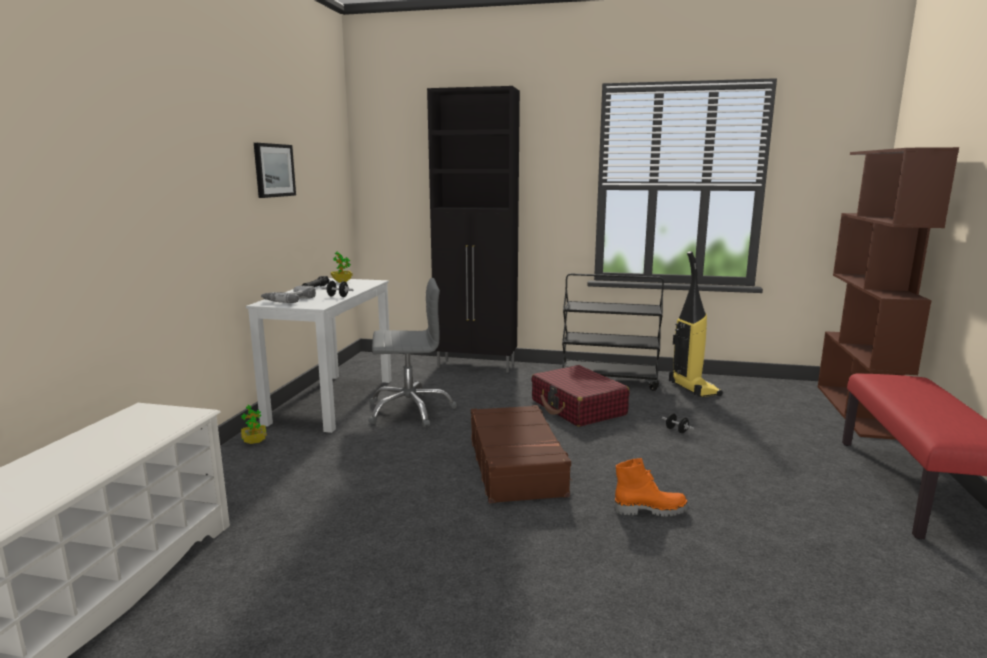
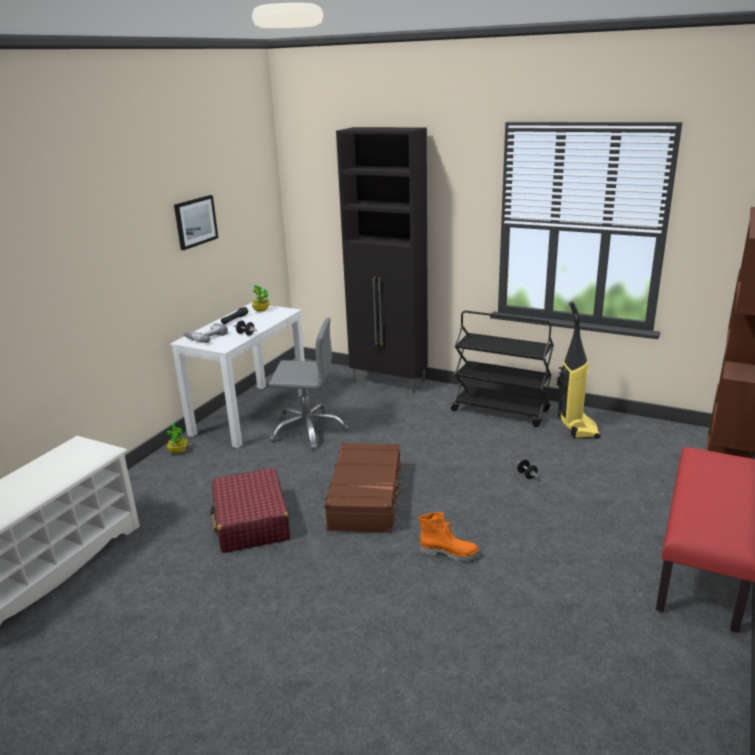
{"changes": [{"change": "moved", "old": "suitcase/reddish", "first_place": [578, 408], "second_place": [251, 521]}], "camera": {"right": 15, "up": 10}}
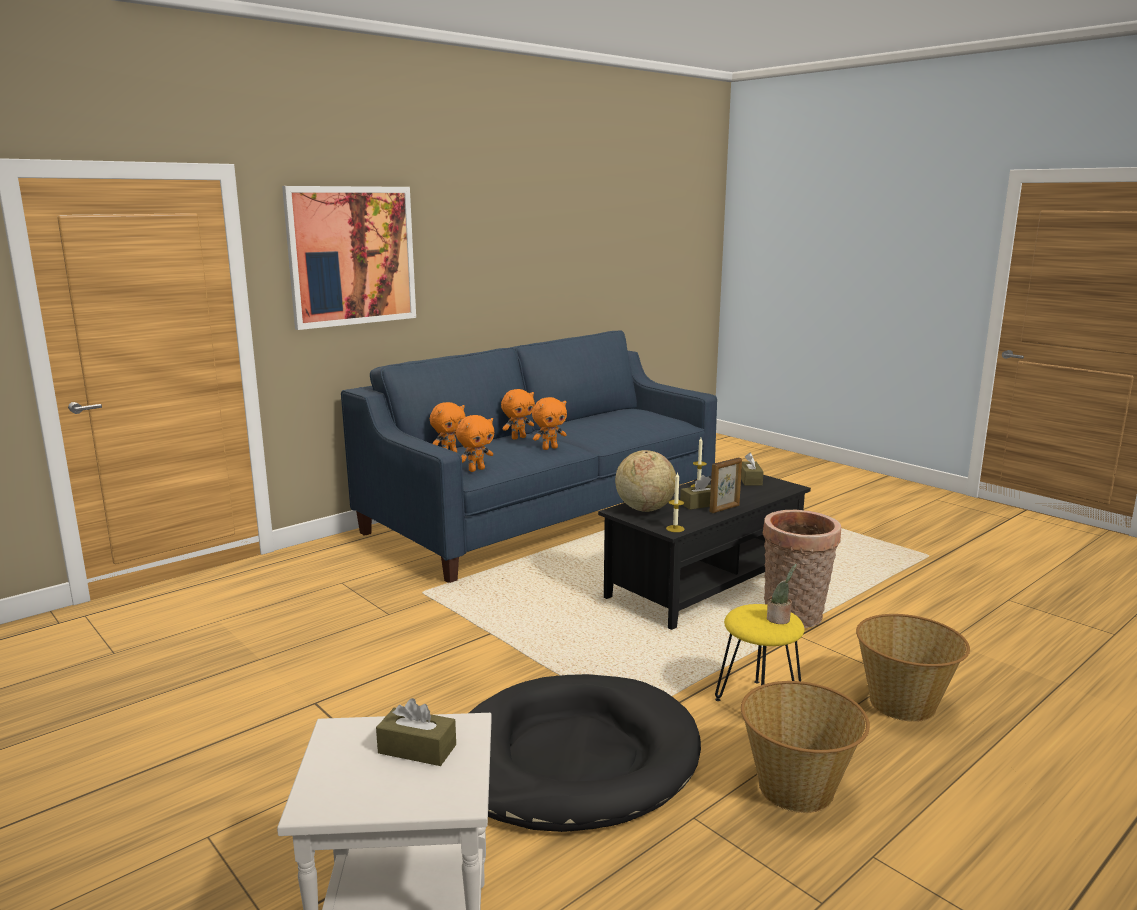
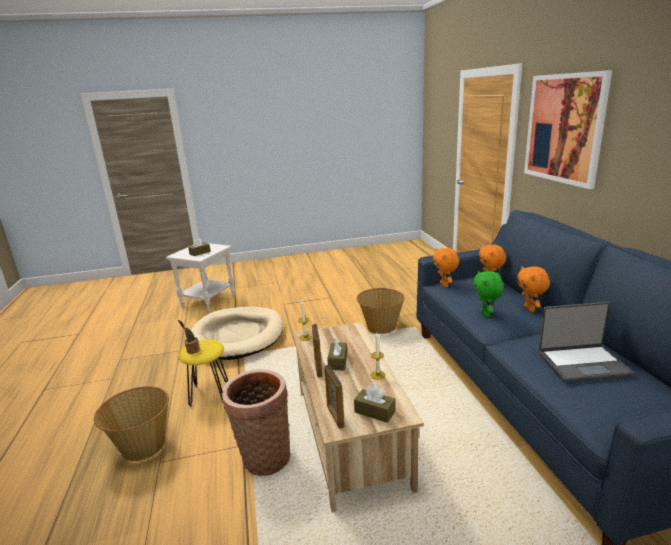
{"changes": [{"change": "recoloured", "old": "pet bed/black", "new": "pet bed/beige-coloured", "first_place": [572, 759], "second_place": [237, 336]}, {"change": "recoloured", "old": "cuddly toy/orange-coloured", "new": "cuddly toy/greenish", "first_place": [549, 448], "second_place": [486, 314]}, {"change": "recoloured", "old": "coffee table/black", "new": "coffee table/beige-coloured", "first_place": [704, 584], "second_place": [351, 436]}, {"change": "removed", "old": "world globe", "first_place": [644, 509]}, {"change": "moved", "old": "household basket", "first_place": [797, 789], "second_place": [380, 327]}, {"change": "added", "new": "picture frame", "second_place": [335, 417]}, {"change": "added", "new": "portable computer", "second_place": [582, 363]}], "camera": {"right": 120, "up": 5}}
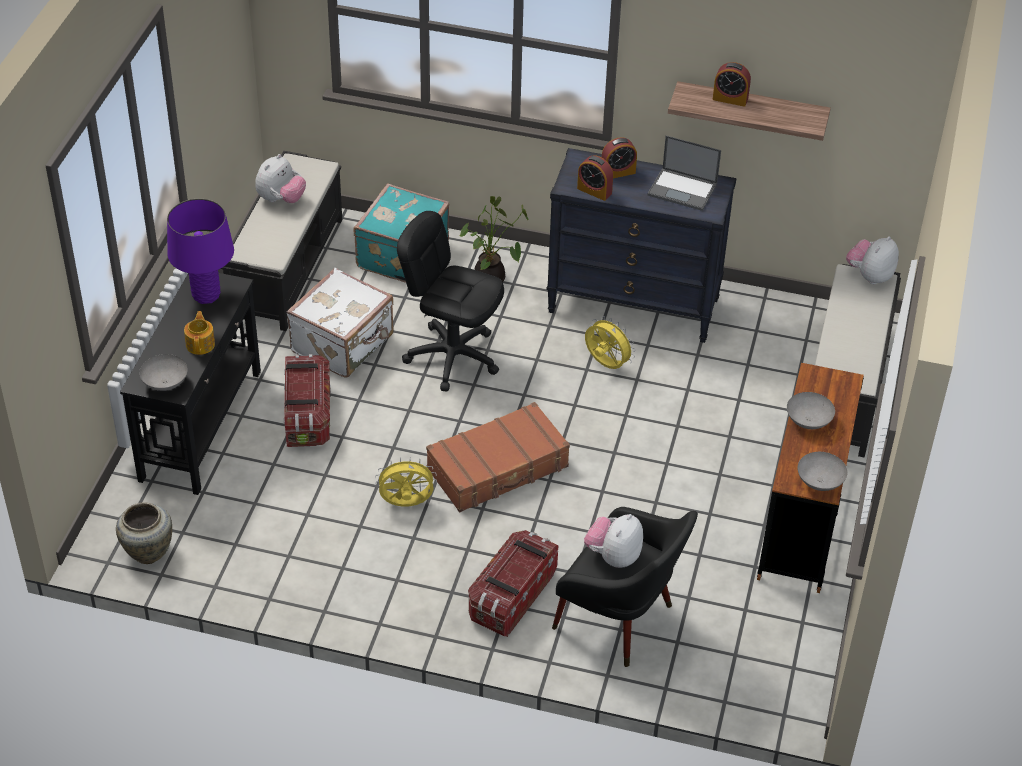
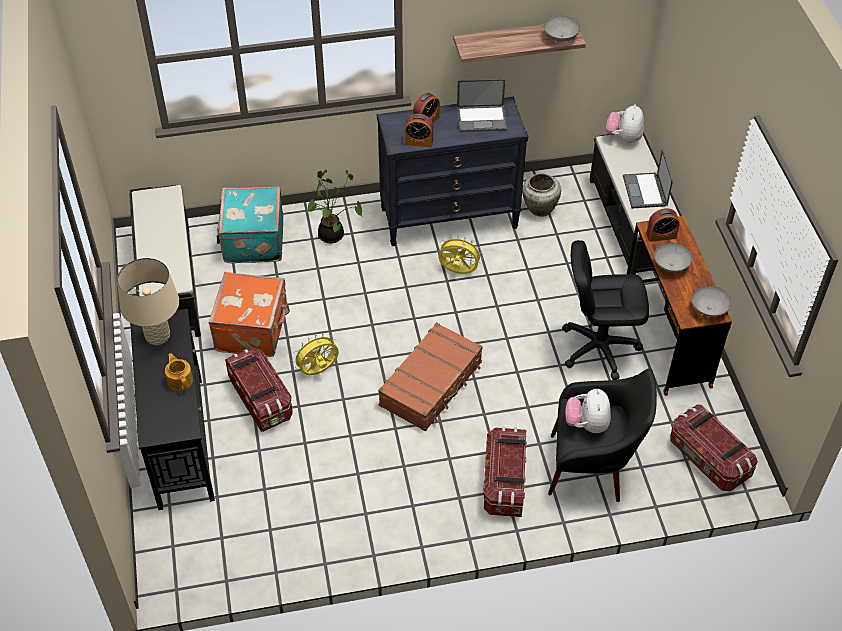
{"changes": [{"change": "moved", "old": "vase/beige-coloured", "first_place": [148, 550], "second_place": [539, 208]}, {"change": "moved", "old": "bowl/grey", "first_place": [165, 384], "second_place": [561, 38]}, {"change": "recoloured", "old": "table lamp/purplish", "new": "table lamp/beige-coloured", "first_place": [206, 295], "second_place": [158, 336]}, {"change": "removed", "old": "cuddly toy", "first_place": [281, 199]}, {"change": "recoloured", "old": "suitcase/white", "new": "suitcase/orange-coloured", "first_place": [344, 344], "second_place": [253, 329]}, {"change": "moved", "old": "fan/yellow-coloured", "first_place": [406, 504], "second_place": [318, 371]}, {"change": "moved", "old": "office chair/black", "first_place": [453, 356], "second_place": [599, 347]}, {"change": "moved", "old": "table clock", "first_place": [730, 99], "second_place": [661, 235]}, {"change": "added", "new": "portable computer", "second_place": [645, 191]}, {"change": "added", "new": "storage box", "second_place": [708, 459]}], "camera": {"right": -25, "up": 5}}
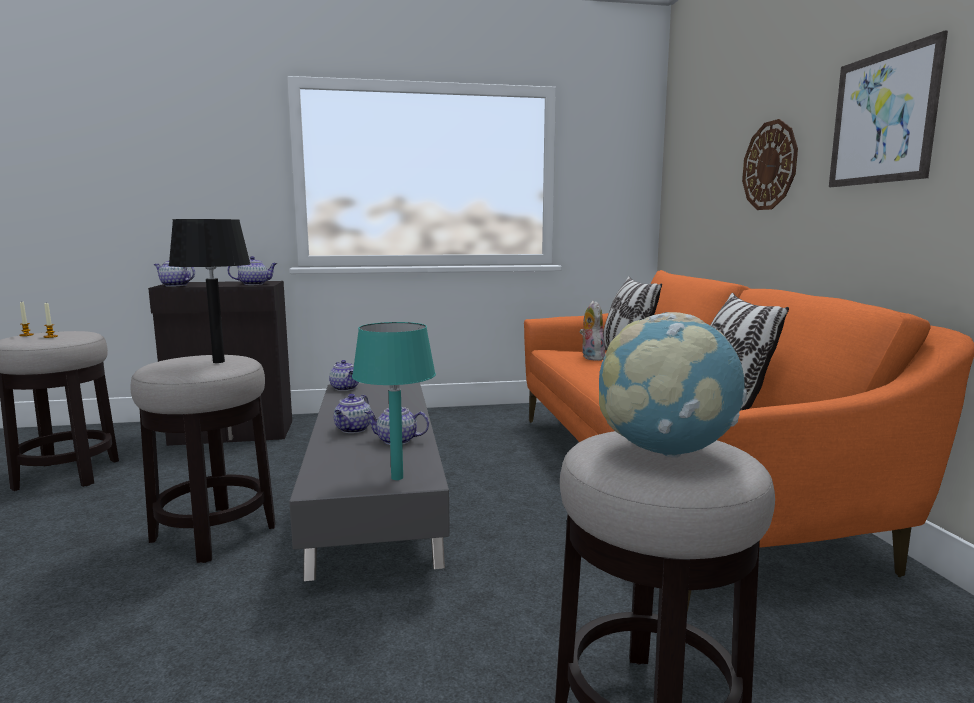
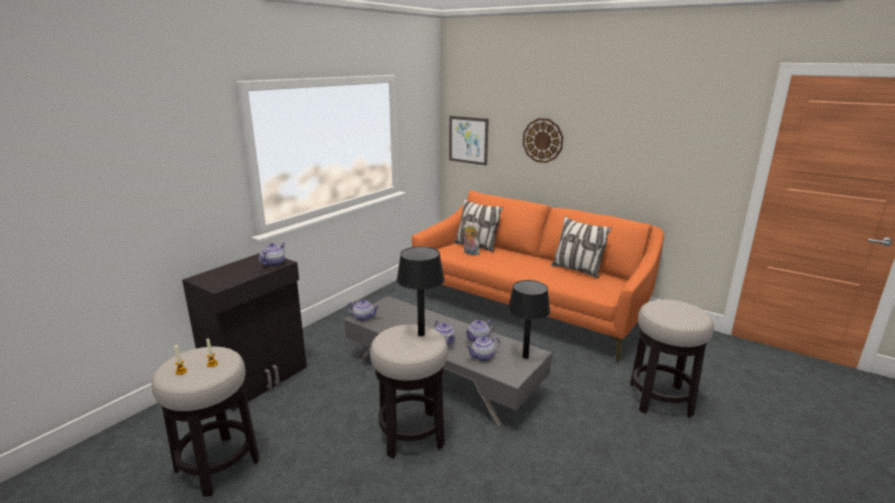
{"changes": [{"change": "moved", "old": "tea pot", "first_place": [175, 285], "second_place": [482, 357]}, {"change": "recoloured", "old": "table lamp/turquoise-coloured", "new": "table lamp/black", "first_place": [396, 477], "second_place": [525, 357]}, {"change": "removed", "old": "world globe", "first_place": [665, 450]}, {"change": "moved", "old": "wall picture", "first_place": [882, 118], "second_place": [468, 140]}], "camera": {"right": -45, "up": 10}}
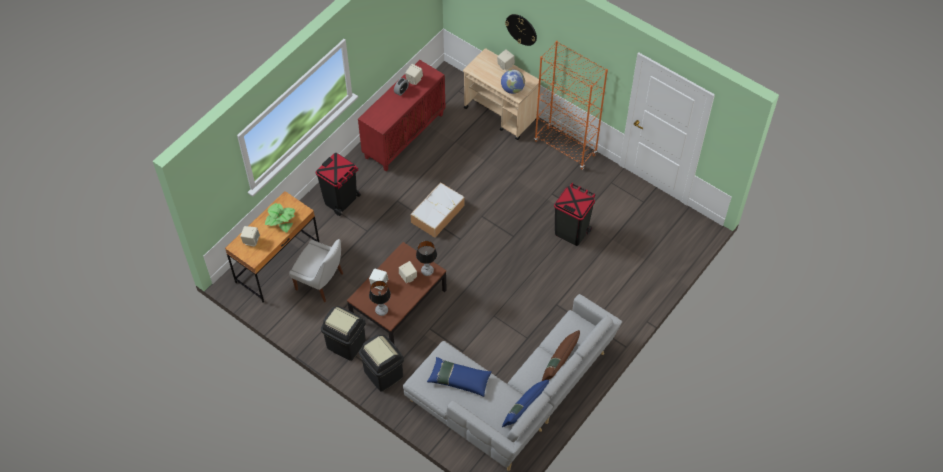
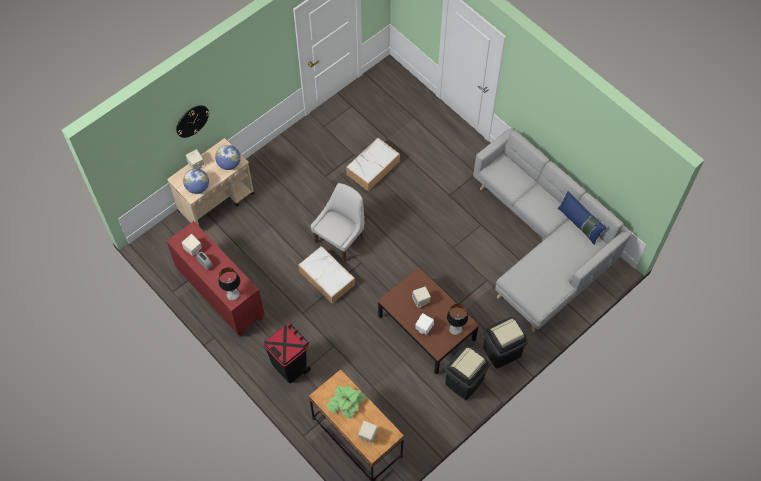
{"changes": [{"change": "moved", "old": "plain chair/white", "first_place": [321, 282], "second_place": [340, 239]}, {"change": "moved", "old": "table lamp", "first_place": [427, 271], "second_place": [233, 295]}, {"change": "removed", "old": "throw pillow/blue-coloured", "first_place": [459, 379]}, {"change": "removed", "old": "shelving unit/orange-coloured", "first_place": [565, 148]}, {"change": "removed", "old": "throw pillow/brown", "first_place": [559, 363]}, {"change": "replaced", "old": "trash can/black", "new": "storage box", "first_place": [571, 232], "second_place": [372, 168]}, {"change": "added", "new": "world globe", "second_place": [198, 187]}], "camera": {"right": -80, "up": 5}}
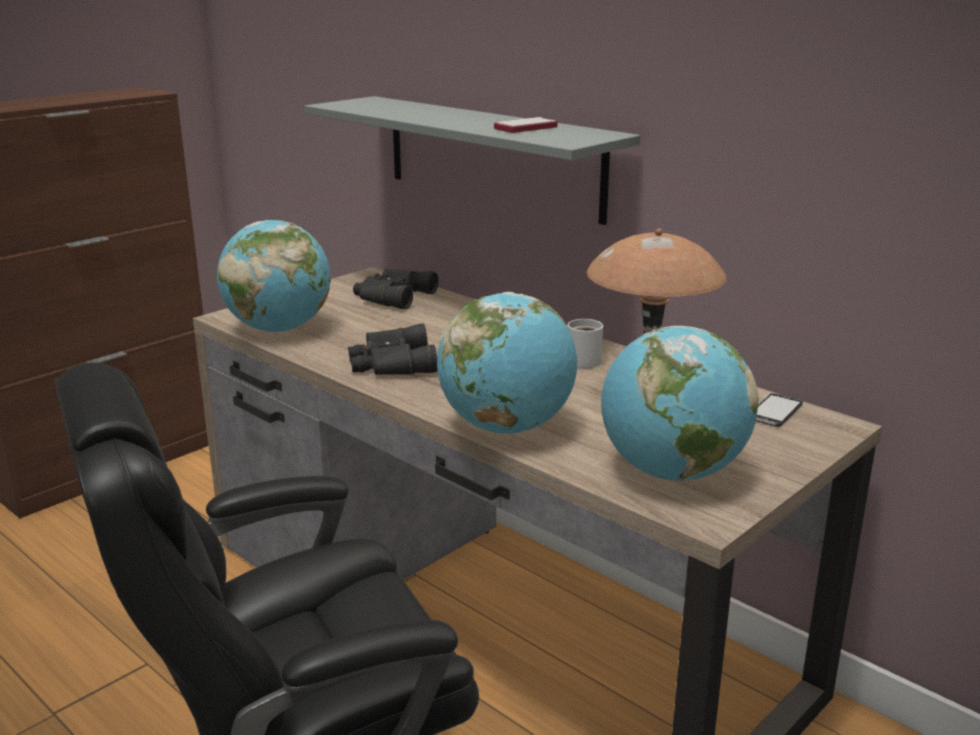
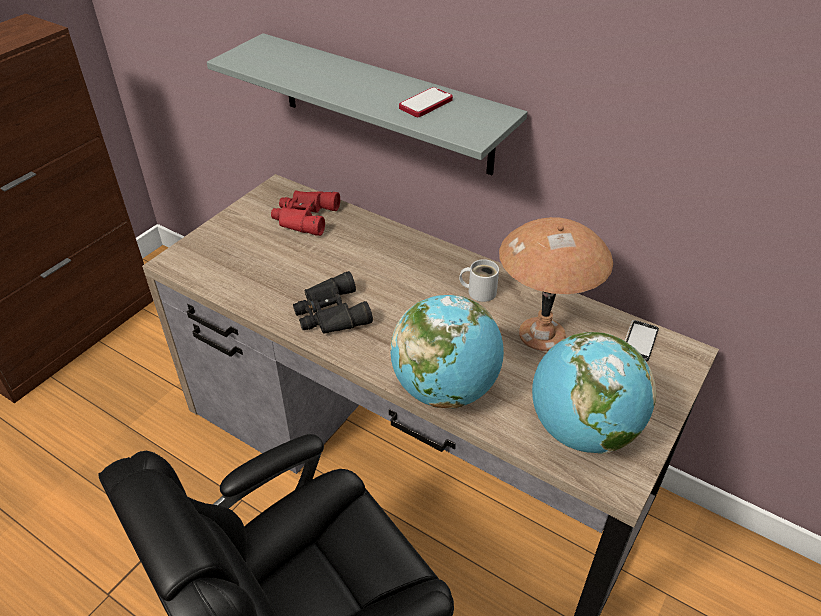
{"changes": [{"change": "removed", "old": "world globe", "first_place": [279, 329]}, {"change": "recoloured", "old": "binoculars/black", "new": "binoculars/reddish", "first_place": [391, 297], "second_place": [303, 217]}], "camera": {"right": -10, "up": 20}}
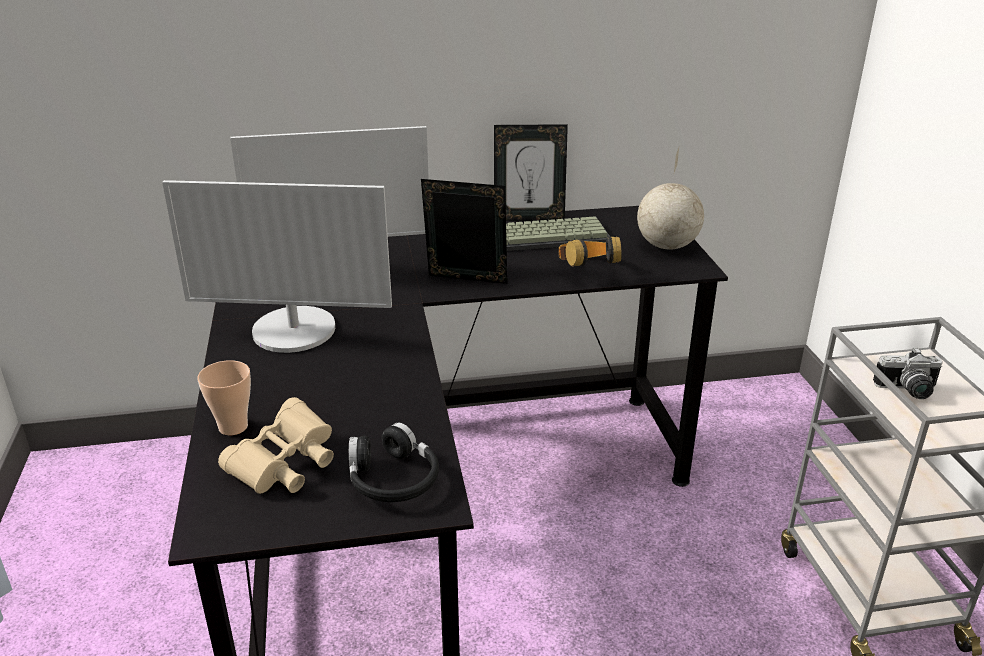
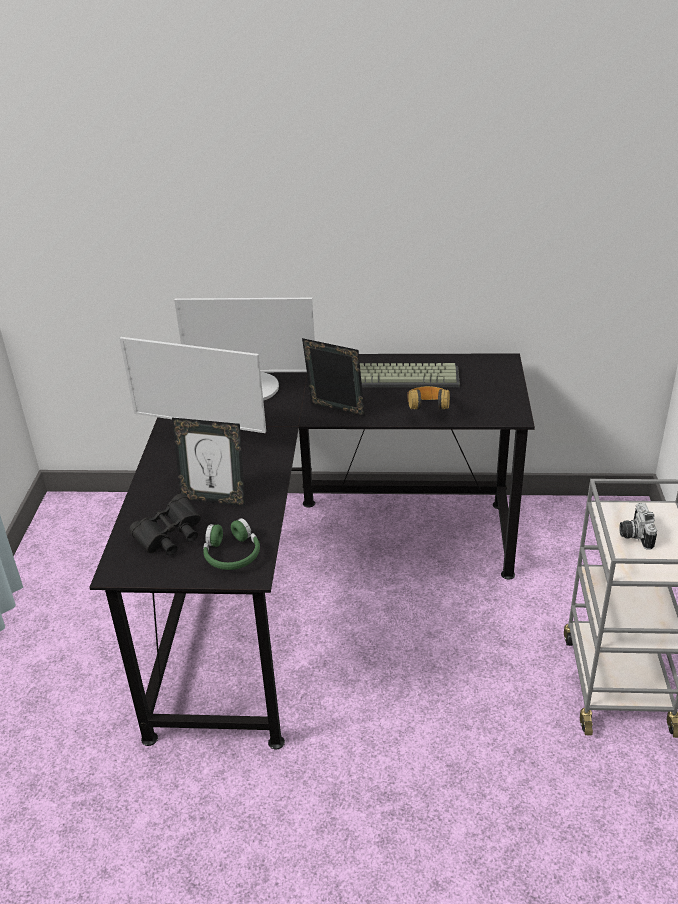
{"changes": [{"change": "removed", "old": "drinking cup", "first_place": [233, 427]}, {"change": "recoloured", "old": "binoculars/beige-coloured", "new": "binoculars/black", "first_place": [285, 467], "second_place": [170, 537]}, {"change": "recoloured", "old": "headset/black", "new": "headset/greenish", "first_place": [392, 479], "second_place": [232, 554]}, {"change": "moved", "old": "picture frame", "first_place": [529, 218], "second_place": [214, 499]}, {"change": "removed", "old": "world globe", "first_place": [666, 246]}, {"change": "turned", "old": "still camera", "first_place": [908, 391], "second_place": [634, 535], "degrees": 75}], "camera": {"right": 15, "up": 5}}
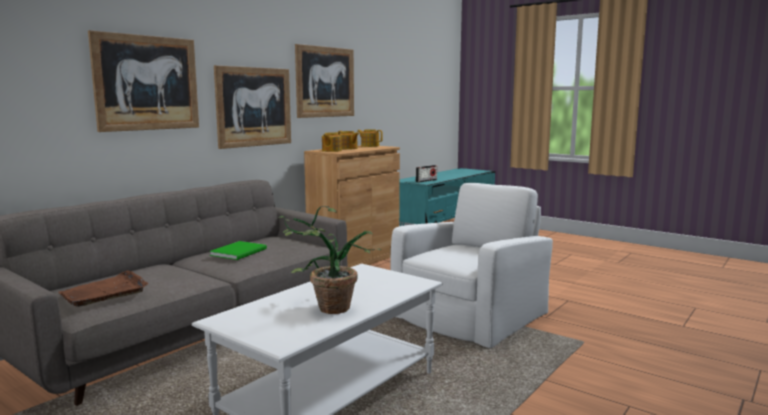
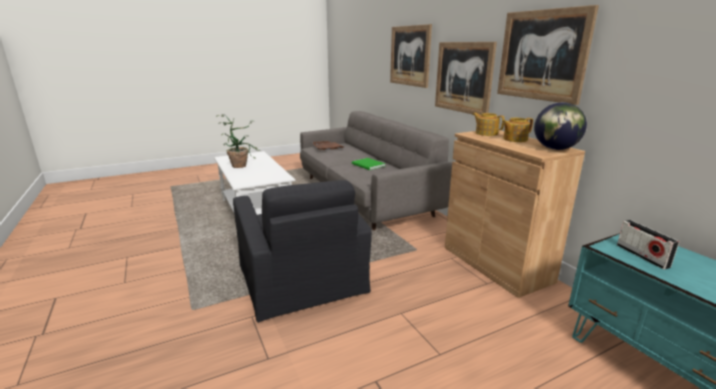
{"changes": [{"change": "replaced", "old": "tea pot", "new": "world globe", "first_place": [369, 146], "second_place": [555, 149]}, {"change": "recoloured", "old": "armchair/white", "new": "armchair/black", "first_place": [470, 313], "second_place": [302, 280]}], "camera": {"right": 115, "up": 10}}
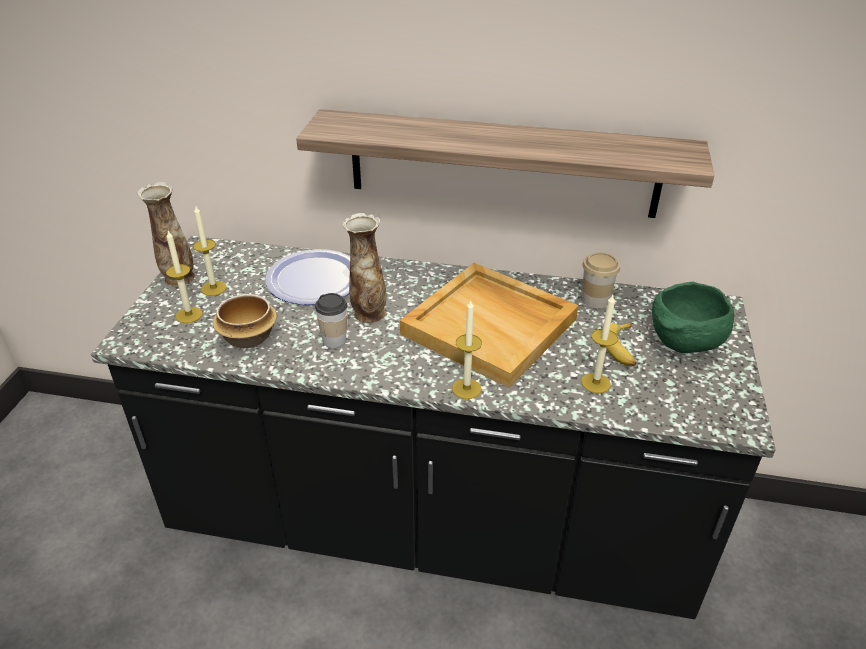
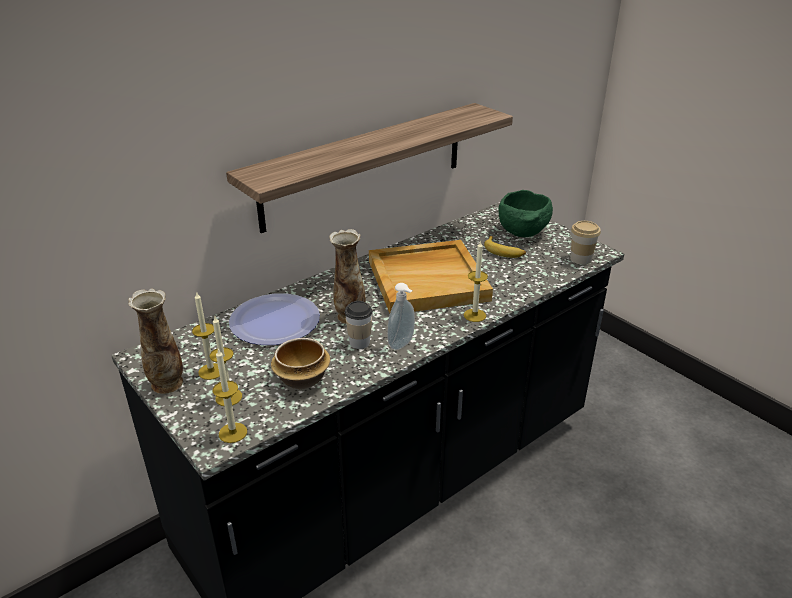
{"changes": [{"change": "moved", "old": "wax light", "first_place": [595, 383], "second_place": [233, 432]}, {"change": "moved", "old": "drinking cup", "first_place": [595, 300], "second_place": [581, 259]}, {"change": "added", "new": "soap dispenser", "second_place": [402, 344]}], "camera": {"right": -50, "up": -5}}
